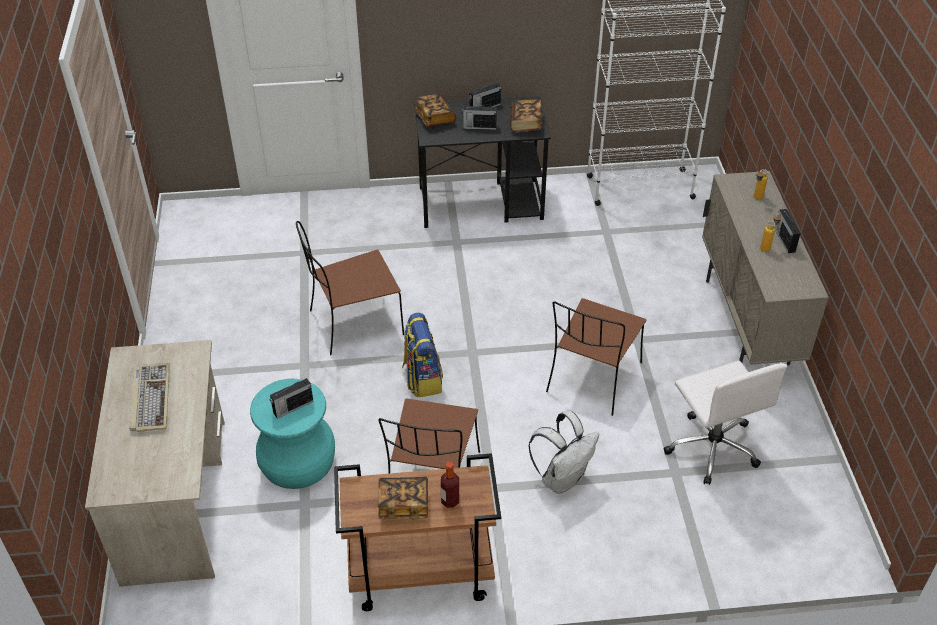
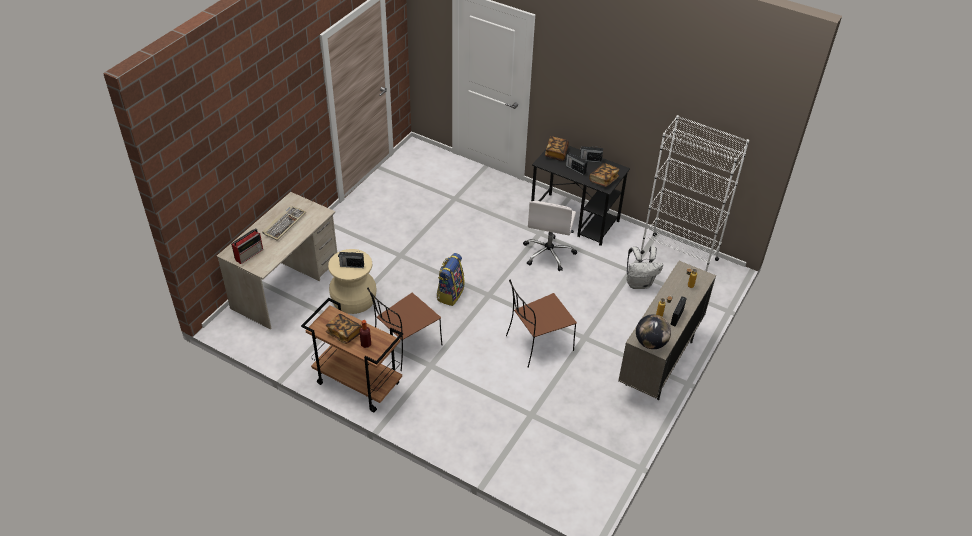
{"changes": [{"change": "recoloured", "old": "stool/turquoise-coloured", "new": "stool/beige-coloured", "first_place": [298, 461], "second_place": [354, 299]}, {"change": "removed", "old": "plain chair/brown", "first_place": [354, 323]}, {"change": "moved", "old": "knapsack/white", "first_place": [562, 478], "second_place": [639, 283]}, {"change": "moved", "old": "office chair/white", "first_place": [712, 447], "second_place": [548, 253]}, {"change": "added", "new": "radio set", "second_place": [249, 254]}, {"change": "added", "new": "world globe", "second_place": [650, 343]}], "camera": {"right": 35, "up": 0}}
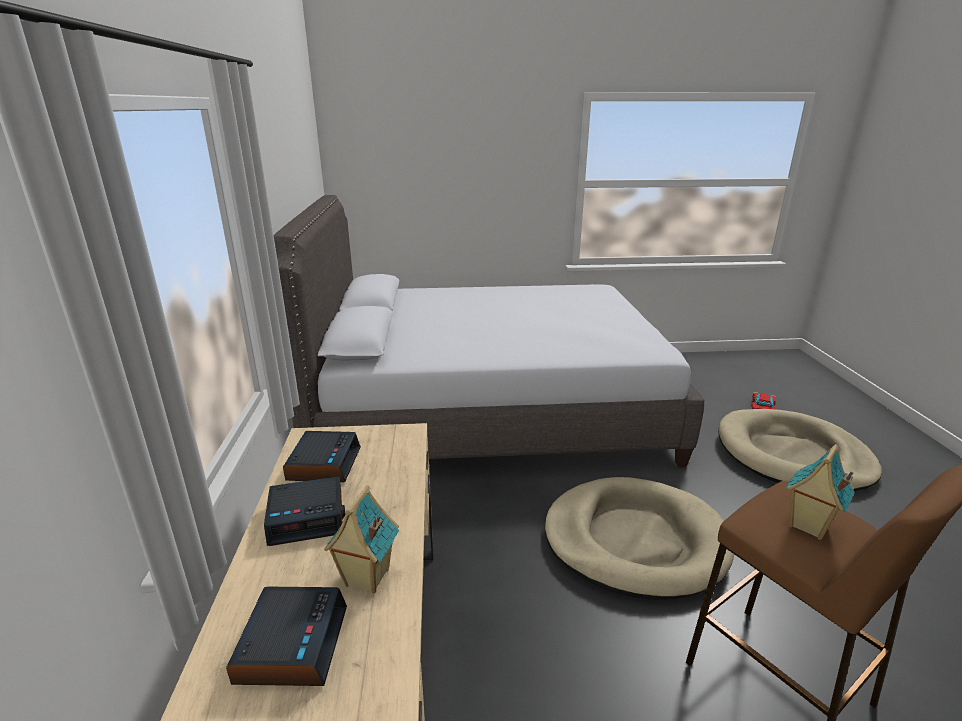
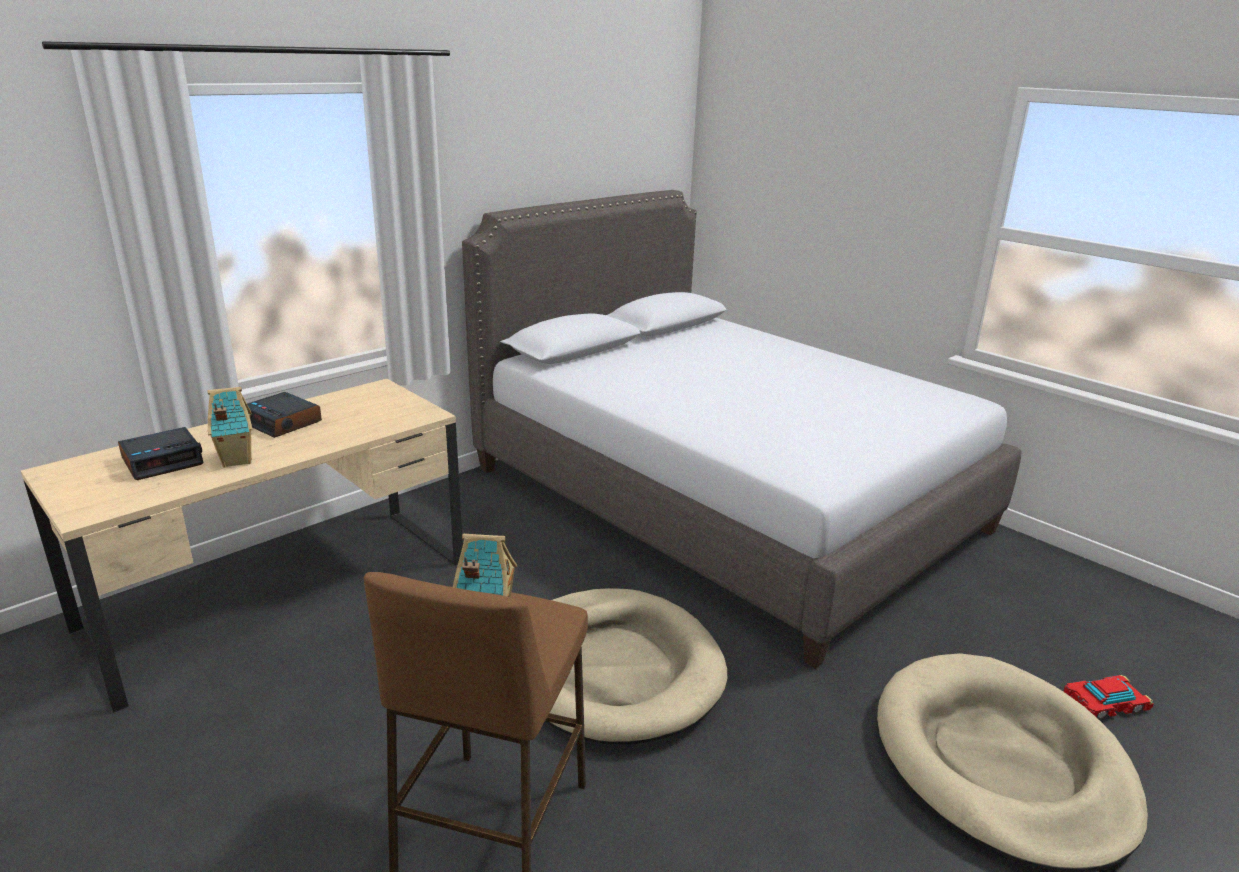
{"changes": [{"change": "removed", "old": "table clock", "first_place": [324, 464]}], "camera": {"right": 50, "up": 0}}
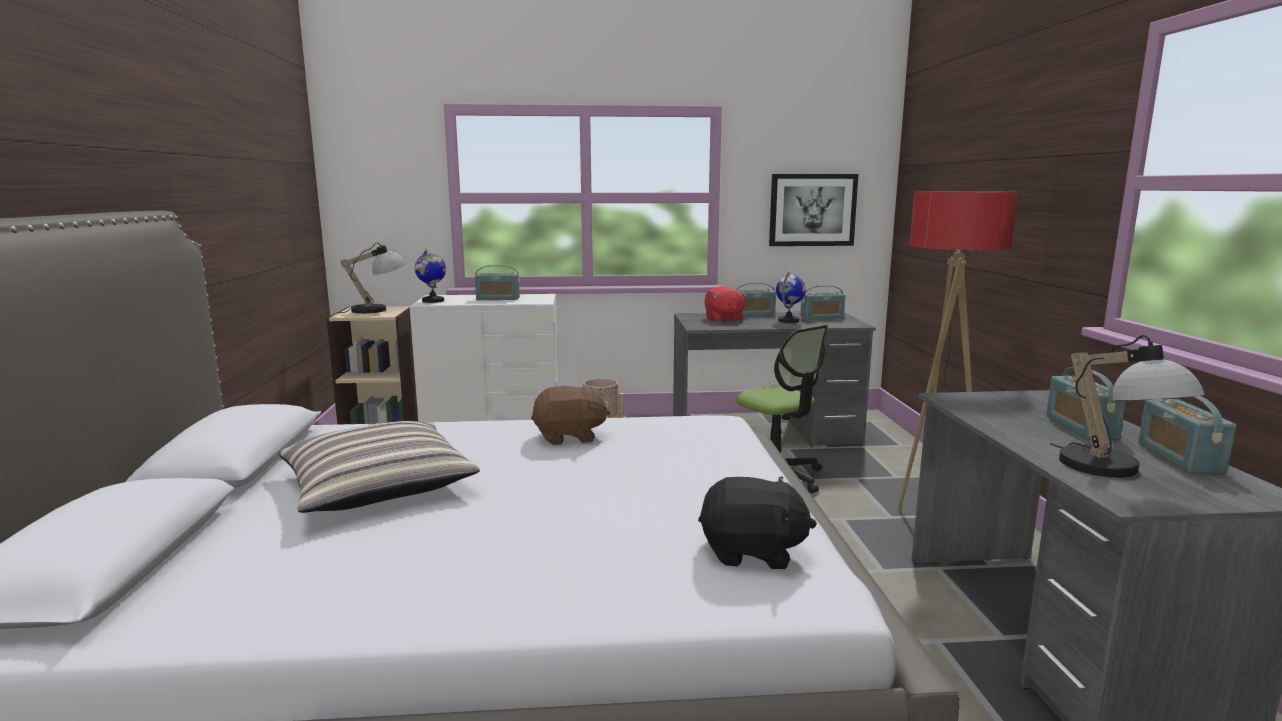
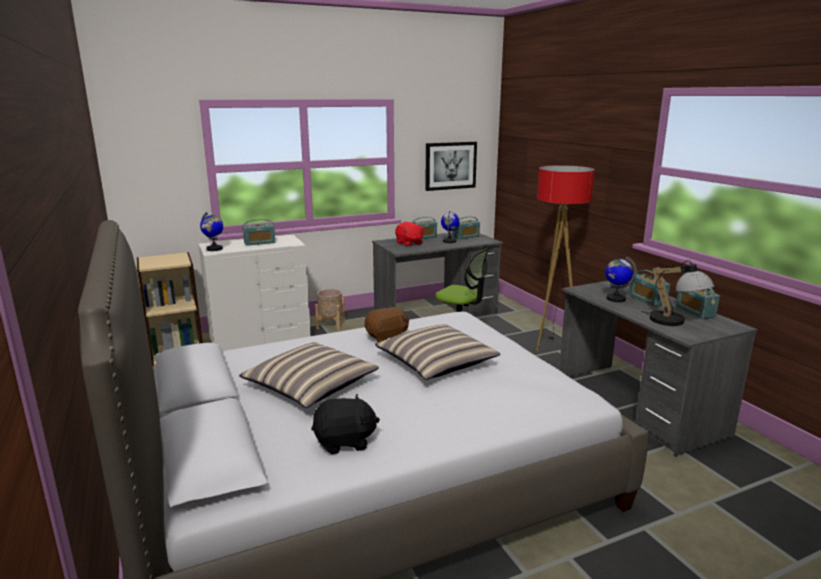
{"changes": [{"change": "removed", "old": "table lamp", "first_place": [379, 310]}, {"change": "moved", "old": "cuddly toy/black", "first_place": [752, 552], "second_place": [345, 442]}, {"change": "added", "new": "throw pillow", "second_place": [436, 362]}, {"change": "added", "new": "world globe", "second_place": [615, 299]}], "camera": {"right": -20, "up": 5}}
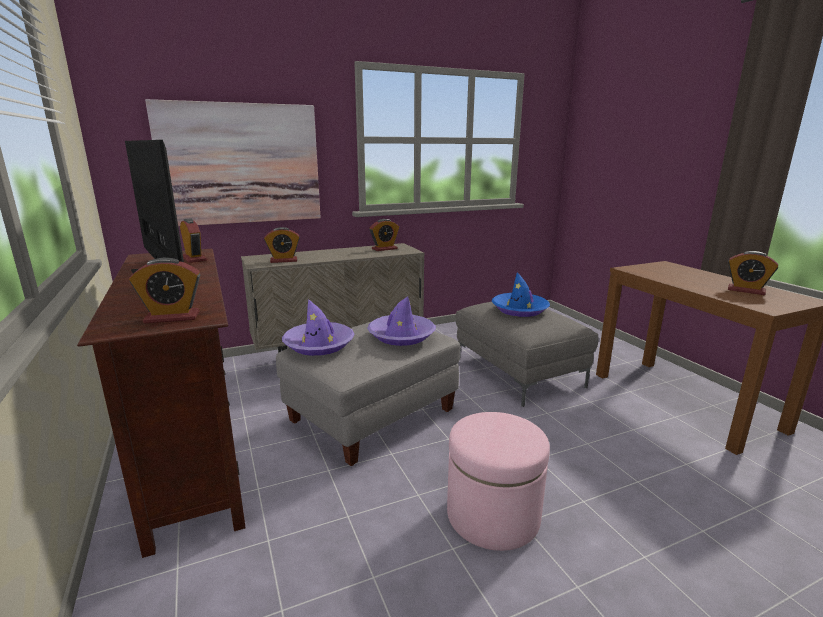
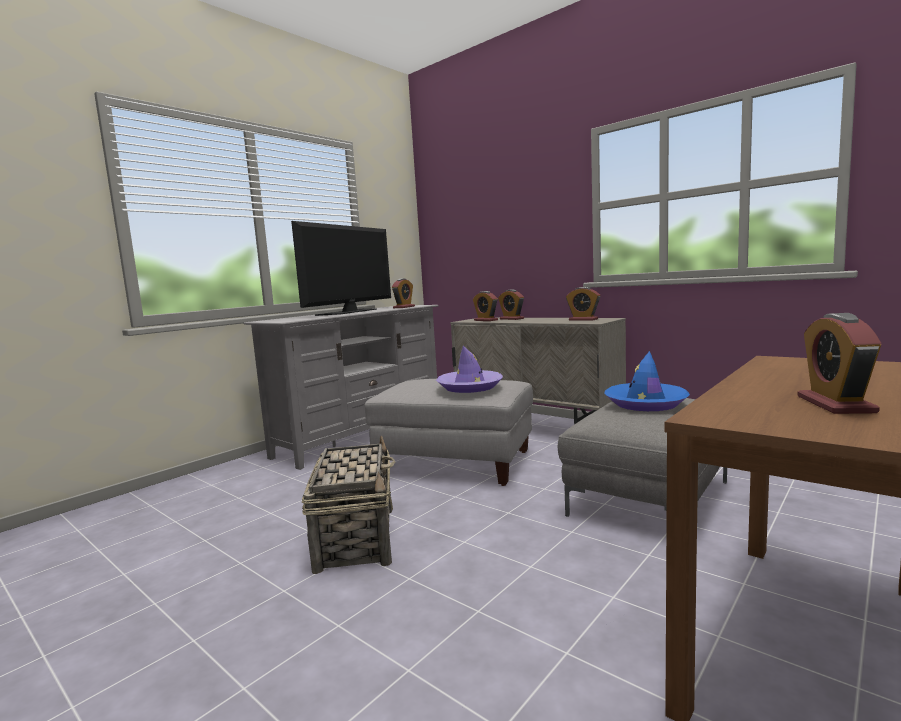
{"changes": [{"change": "recoloured", "old": "media console/brown", "new": "media console/grey", "first_place": [193, 451], "second_place": [361, 436]}, {"change": "moved", "old": "table clock", "first_place": [172, 317], "second_place": [511, 319]}, {"change": "removed", "old": "wall picture", "first_place": [241, 164]}, {"change": "removed", "old": "wearable hat/purplish", "first_place": [319, 345]}, {"change": "replaced", "old": "pouffe/pink-coloured", "new": "household basket", "first_place": [493, 515], "second_place": [356, 537]}], "camera": {"right": 65, "up": -10}}
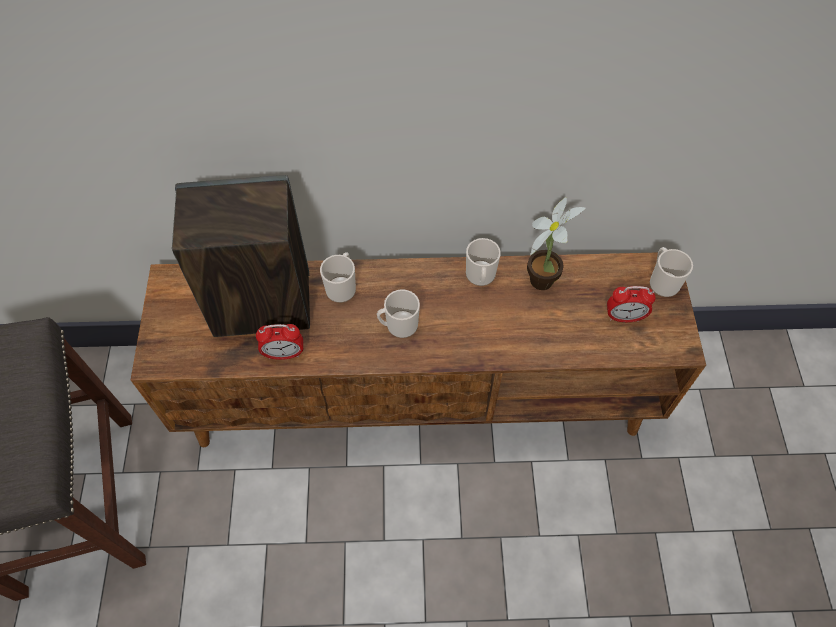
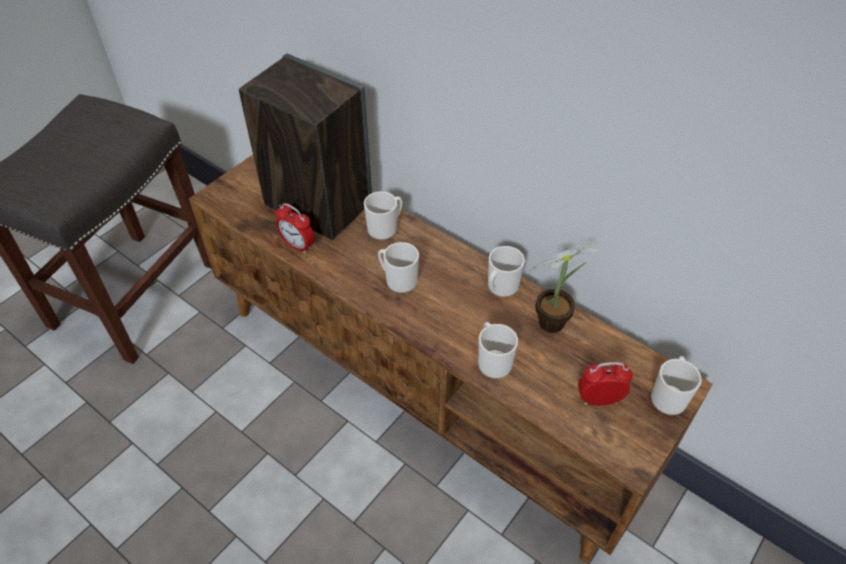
{"changes": [{"change": "turned", "old": "table clock", "first_place": [624, 317], "second_place": [599, 400], "degrees": 135}, {"change": "added", "new": "coffee mug", "second_place": [493, 361]}], "camera": {"right": 40, "up": -10}}
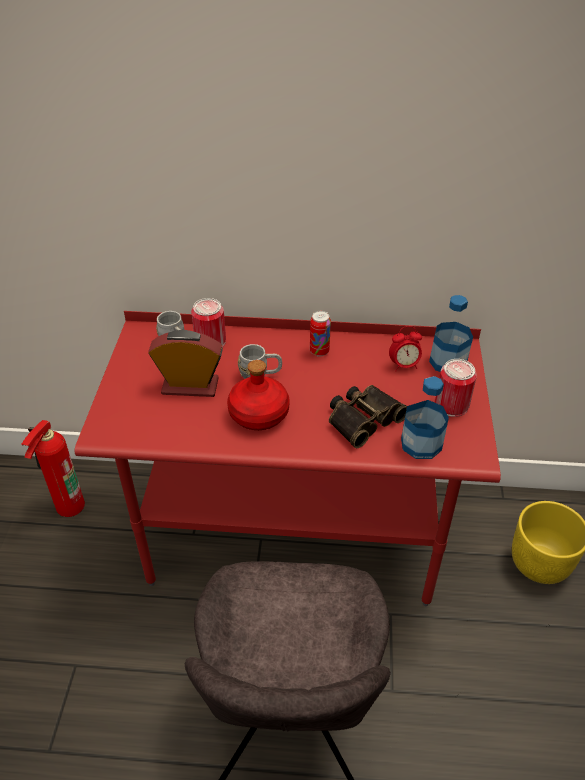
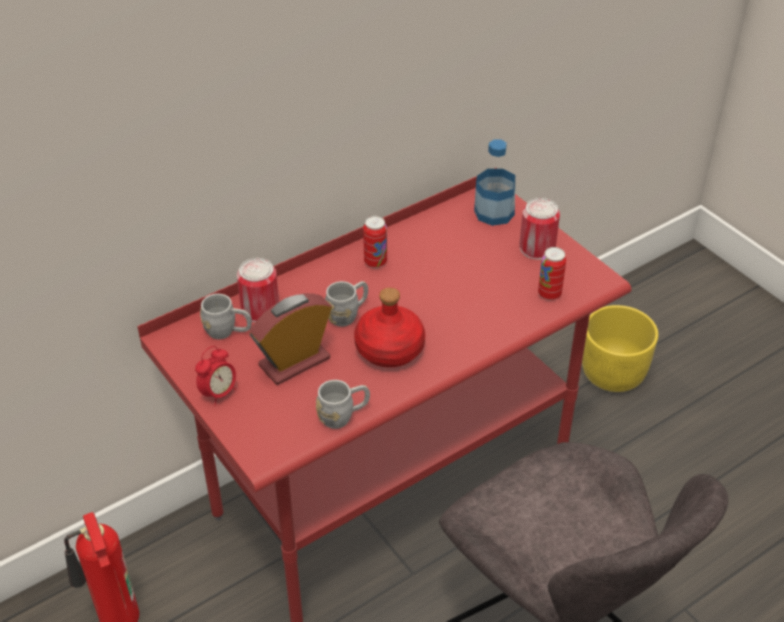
{"changes": [{"change": "removed", "old": "binoculars", "first_place": [363, 418]}, {"change": "moved", "old": "table clock", "first_place": [404, 366], "second_place": [219, 393]}, {"change": "replaced", "old": "drink bottle", "new": "sealed can", "first_place": [421, 444], "second_place": [549, 294]}, {"change": "added", "new": "coffee mug/grey", "second_place": [343, 416]}], "camera": {"right": -40, "up": 0}}
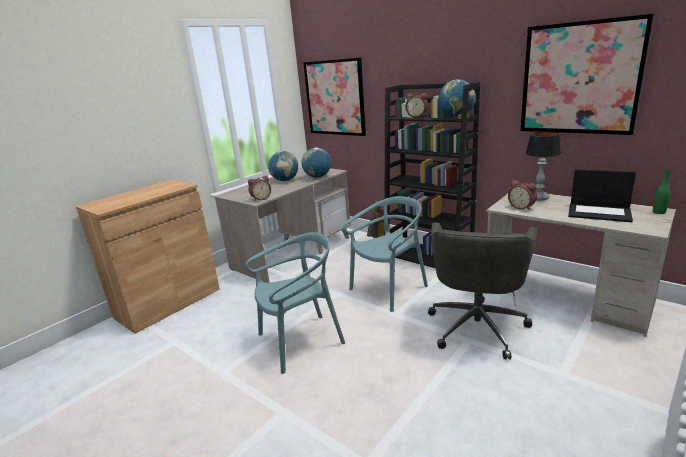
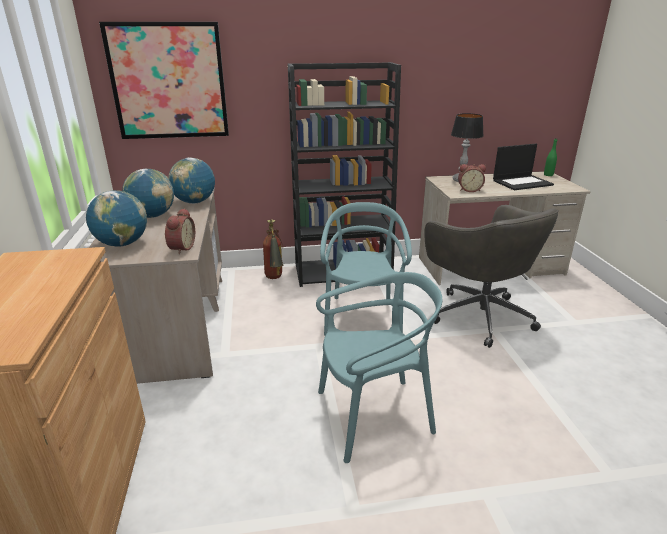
{"changes": [{"change": "turned", "old": "plain chair/turquoise-coloured", "first_place": [300, 341], "second_place": [373, 415], "degrees": 60}, {"change": "removed", "old": "table clock", "first_place": [417, 116]}, {"change": "moved", "old": "world globe", "first_place": [456, 117], "second_place": [122, 244]}, {"change": "removed", "old": "wall picture", "first_place": [579, 78]}], "camera": {"right": -50, "up": 5}}
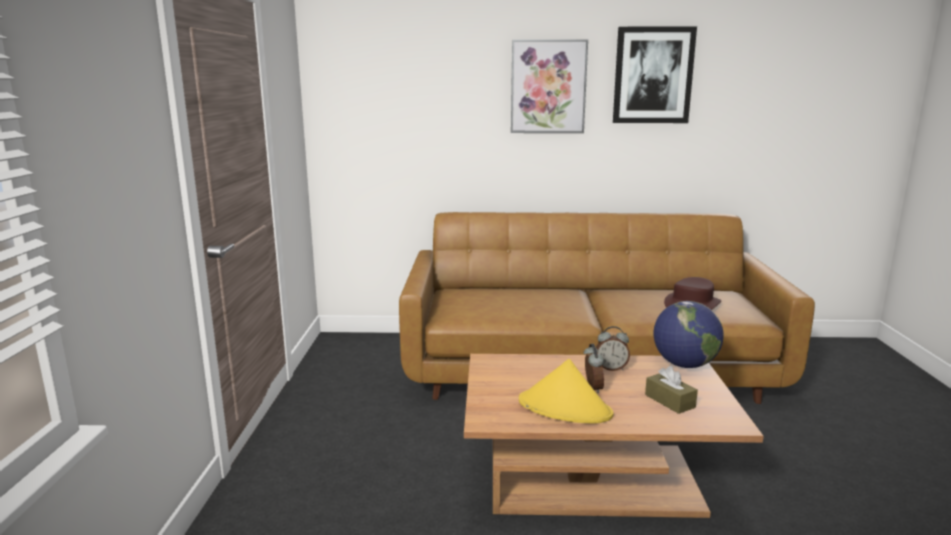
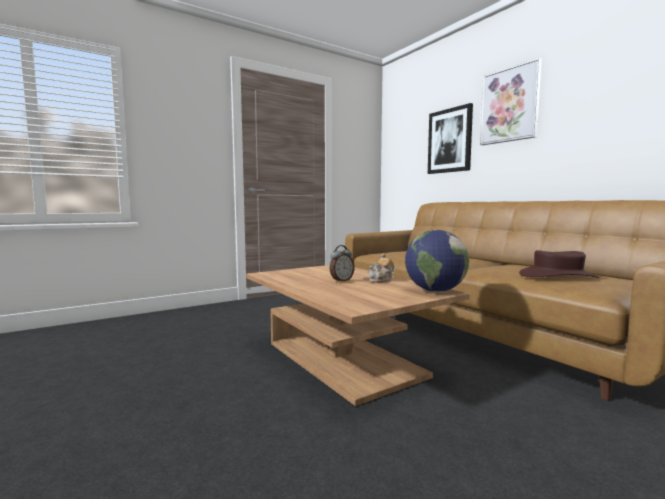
{"changes": [{"change": "removed", "old": "wearable hat/yellow-coloured", "first_place": [565, 408]}, {"change": "replaced", "old": "table clock", "new": "tea pot", "first_place": [611, 368], "second_place": [382, 280]}, {"change": "moved", "old": "wall picture", "first_place": [653, 75], "second_place": [450, 141]}, {"change": "removed", "old": "box of tissues/brown", "first_place": [669, 401]}], "camera": {"right": 55, "up": -10}}
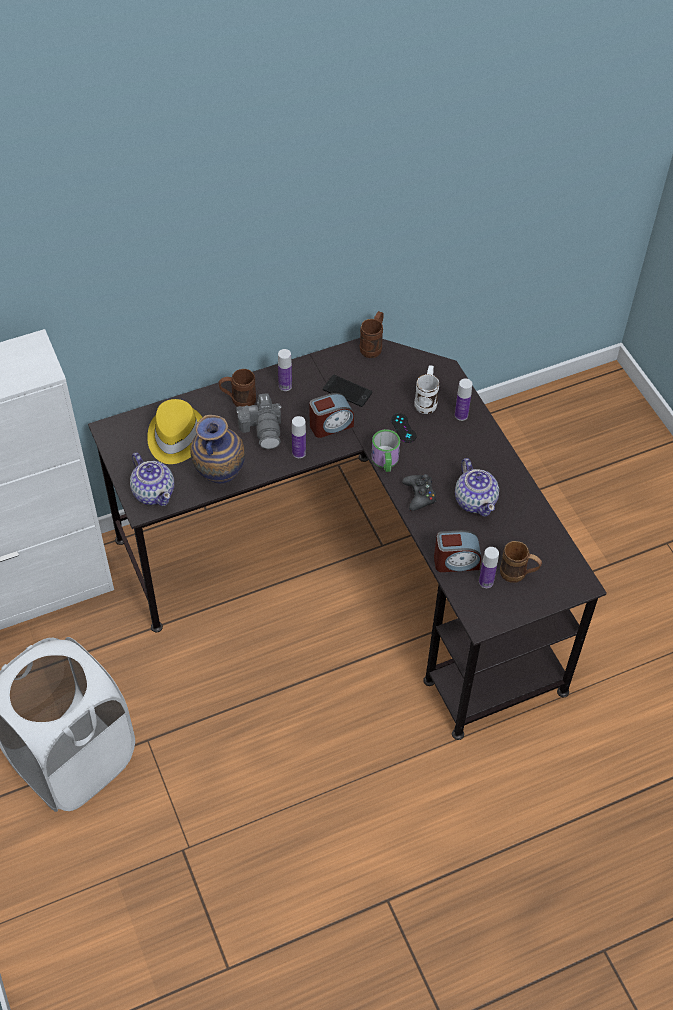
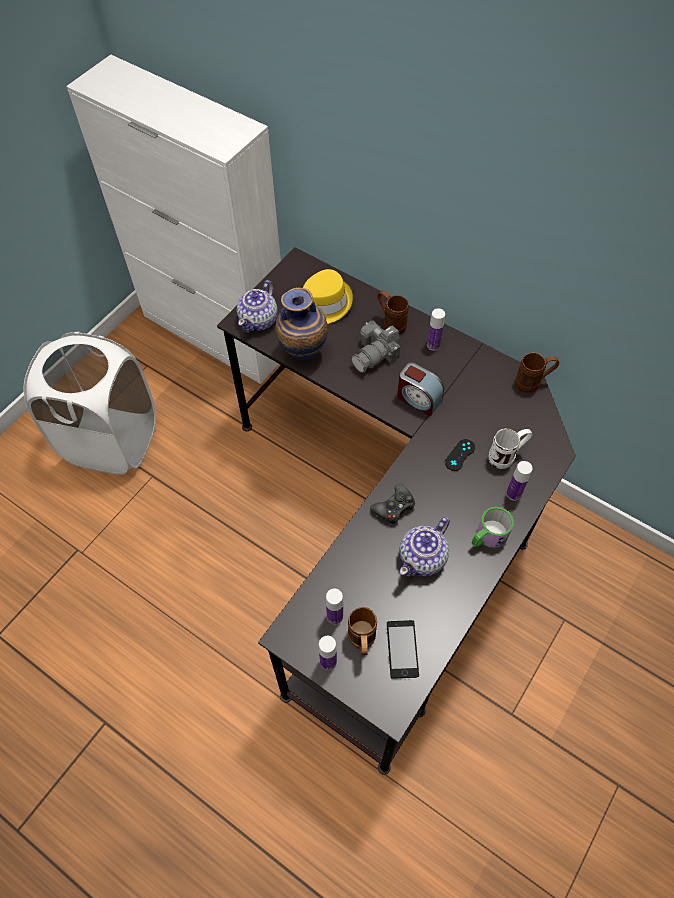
{"changes": [{"change": "moved", "old": "drink bottle", "first_place": [299, 453], "second_place": [328, 661]}, {"change": "moved", "old": "handset", "first_place": [347, 391], "second_place": [402, 649]}, {"change": "moved", "old": "coffee mug", "first_place": [385, 461], "second_place": [487, 537]}, {"change": "removed", "old": "table clock", "first_place": [456, 561]}], "camera": {"right": 60, "up": 5}}
